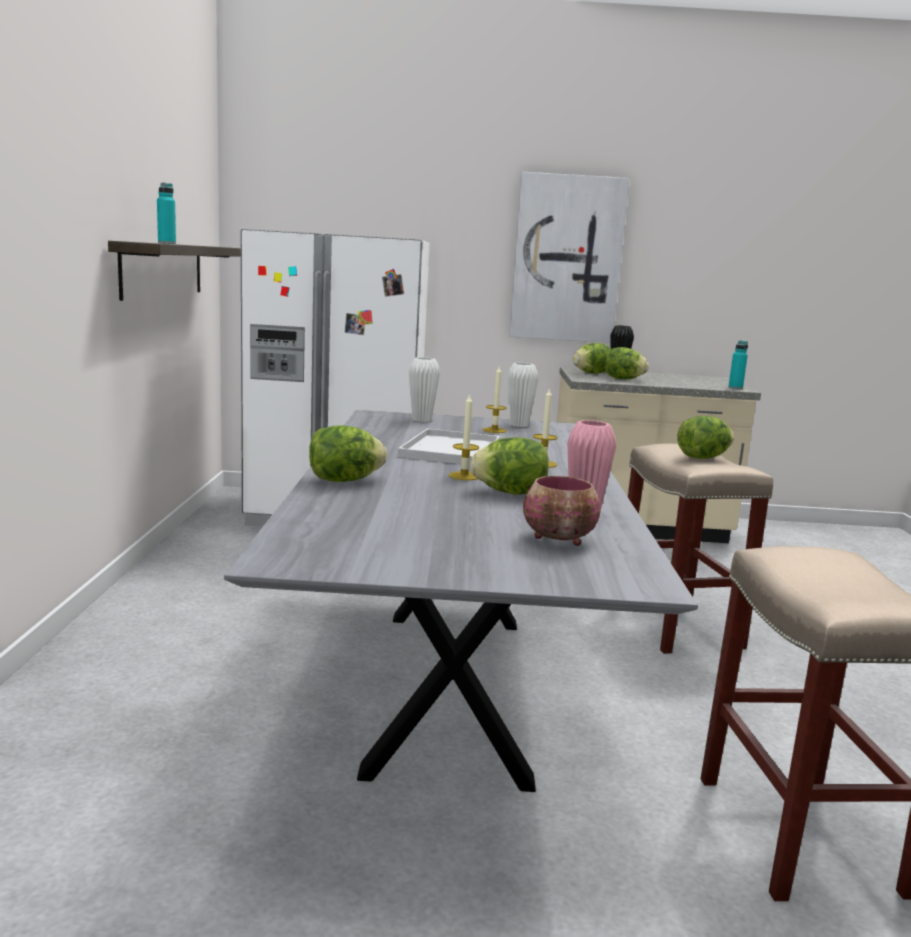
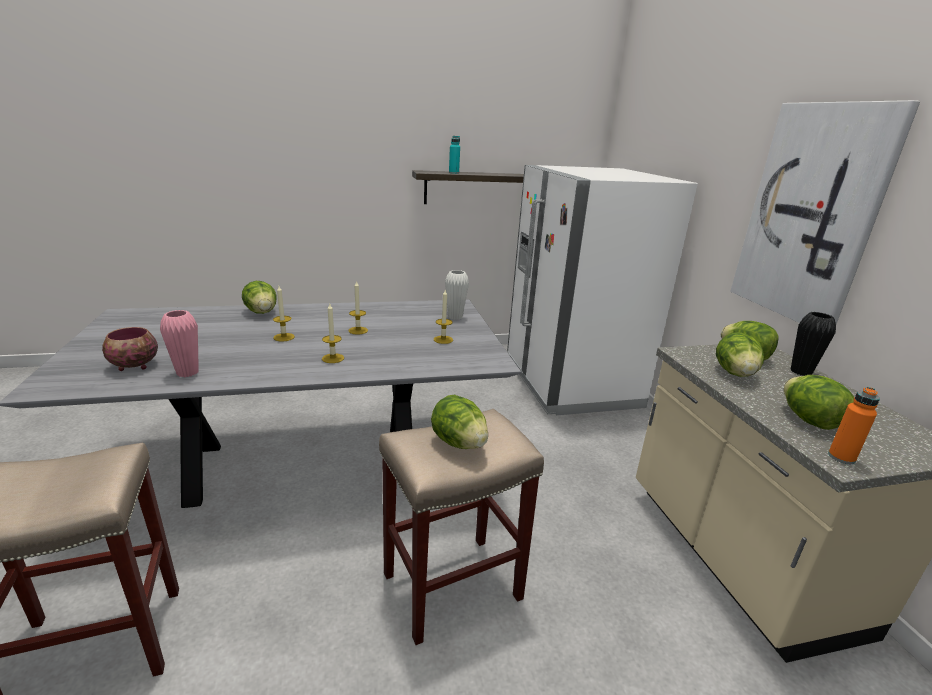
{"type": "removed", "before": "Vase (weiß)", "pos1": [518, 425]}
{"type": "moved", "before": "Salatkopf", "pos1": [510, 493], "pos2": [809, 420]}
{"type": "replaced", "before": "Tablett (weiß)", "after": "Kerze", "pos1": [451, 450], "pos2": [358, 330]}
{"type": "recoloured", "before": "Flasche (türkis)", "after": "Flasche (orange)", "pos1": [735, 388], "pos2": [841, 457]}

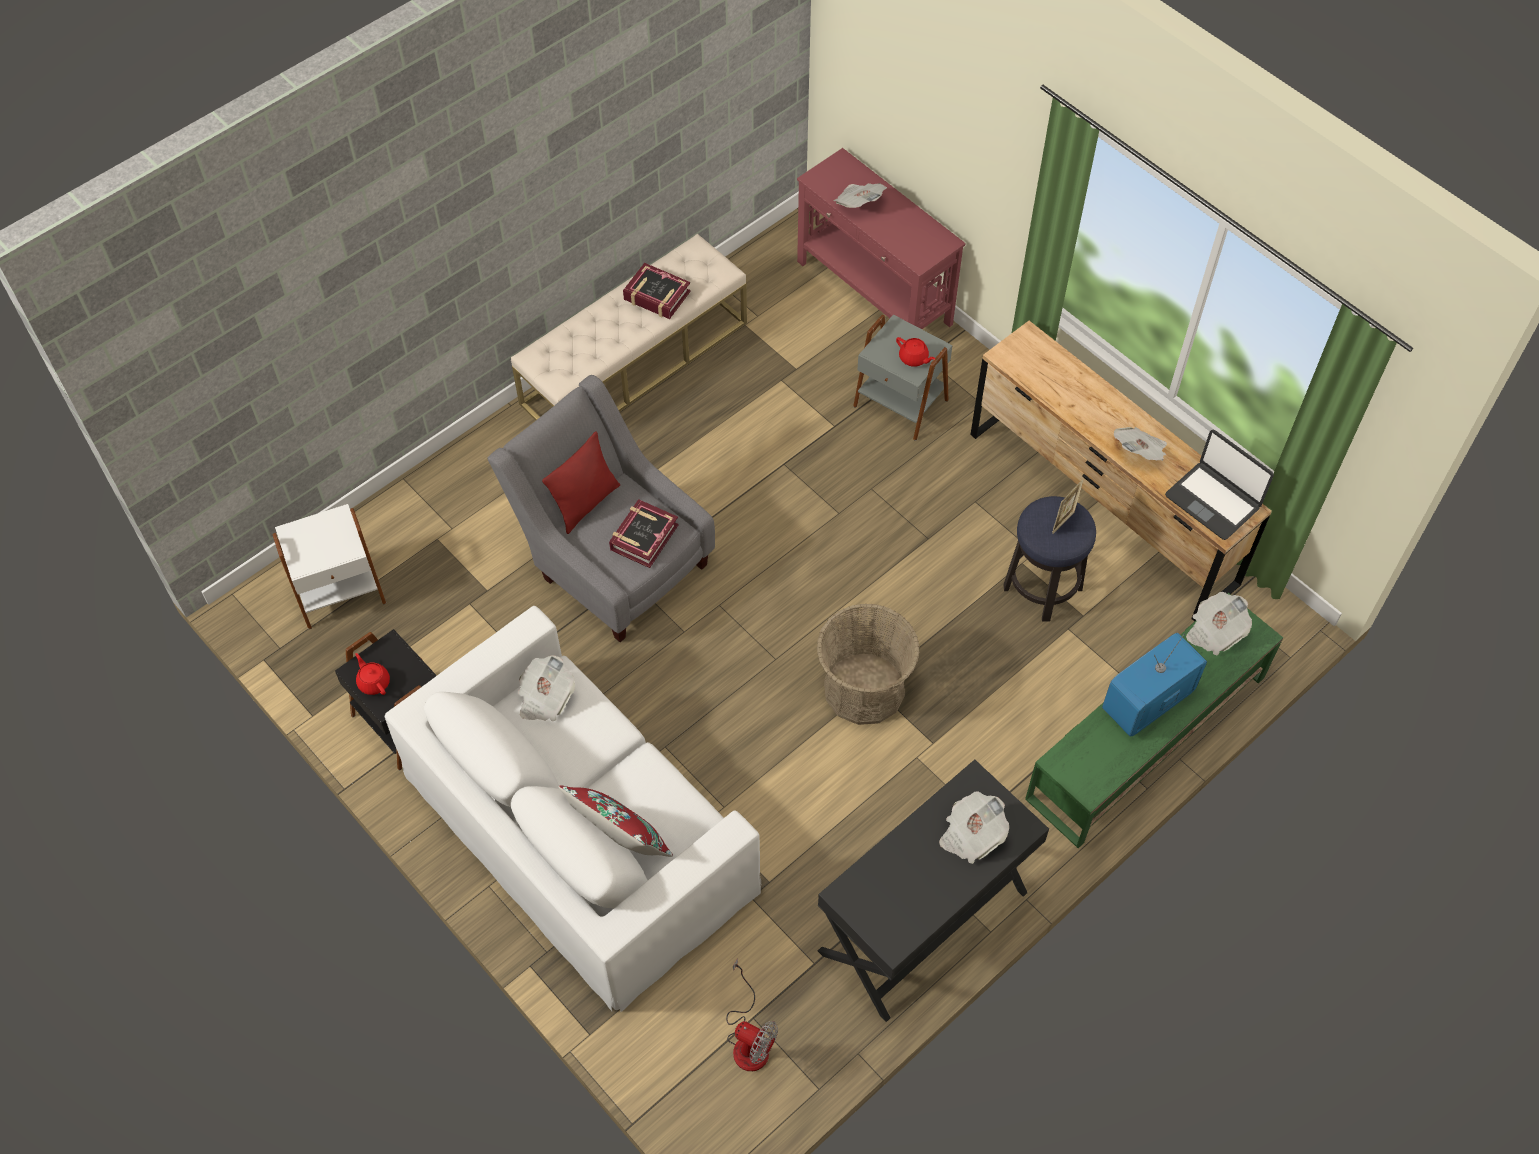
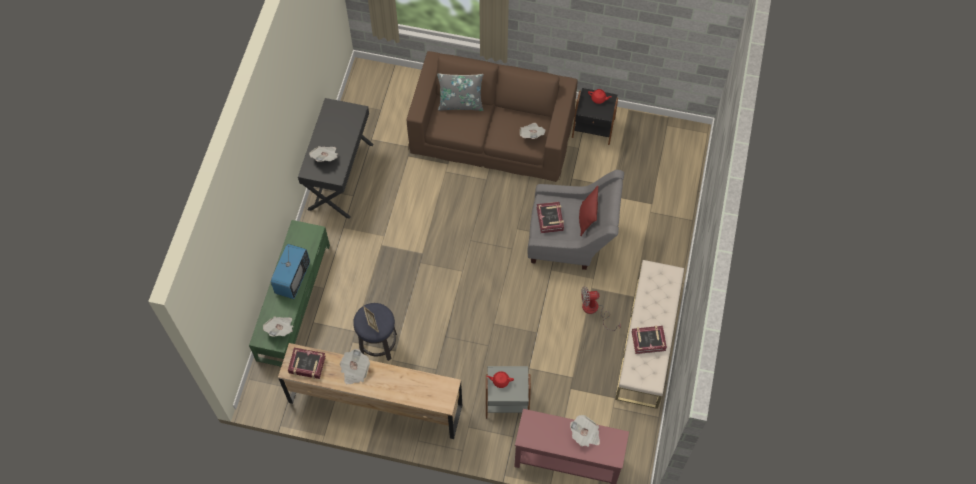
{"type": "removed", "before": "Beistelltisch (weiß)", "pos1": [339, 591]}
{"type": "removed", "before": "Korb", "pos1": [864, 689]}
{"type": "moved", "before": "Ventilator", "pos1": [749, 1039], "pos2": [594, 310]}
{"type": "replaced", "before": "Laptop", "after": "Buch", "pos1": [1213, 501], "pos2": [307, 365]}
{"type": "recoloured", "before": "Sofa (weiß)", "after": "Sofa (braun)", "pos1": [579, 830], "pos2": [492, 131]}
{"type": "recoloured", "before": "Kissen (rot)", "after": "Kissen (grau)", "pos1": [620, 841], "pos2": [460, 104]}

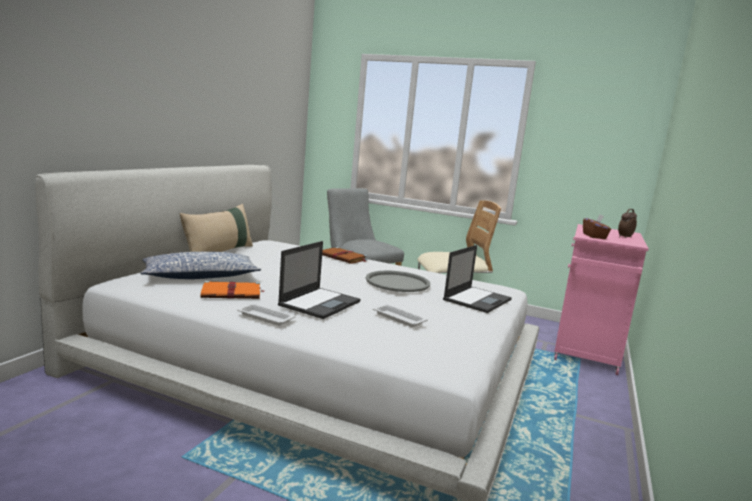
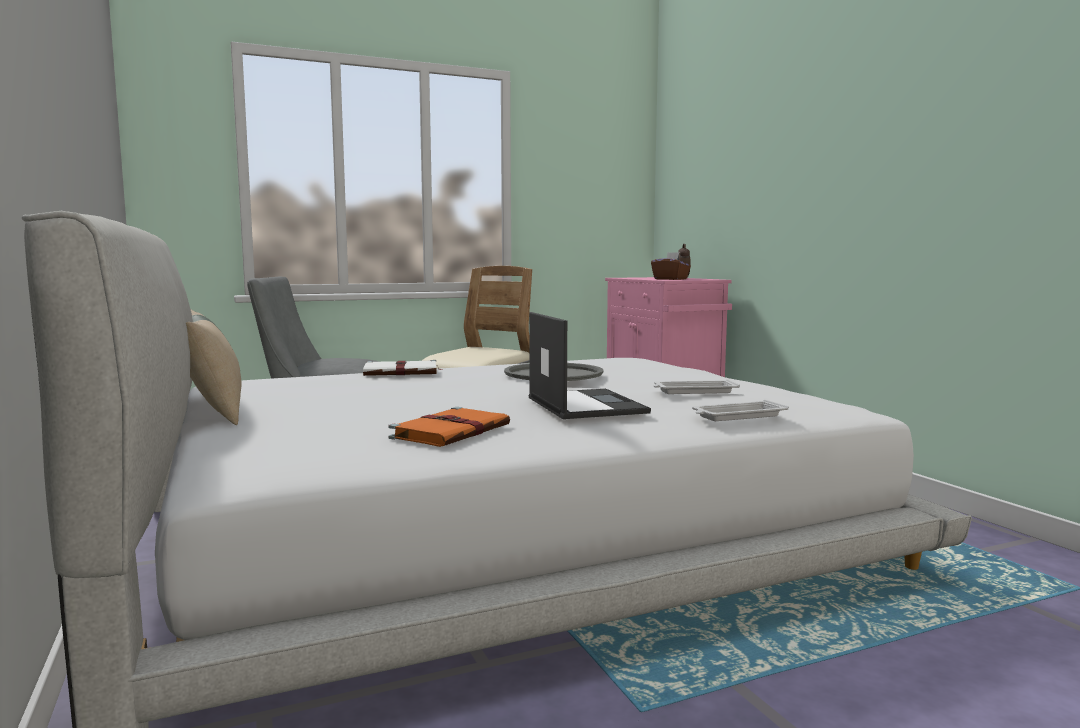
{"type": "removed", "before": "Kissen", "pos1": [200, 276]}
{"type": "removed", "before": "Laptop", "pos1": [477, 299]}
{"type": "moved", "before": "Tablett (weiß)", "pos1": [264, 317], "pos2": [737, 416]}
{"type": "recoloured", "before": "Buch (braun)", "after": "Buch (weiß)", "pos1": [343, 257], "pos2": [402, 372]}

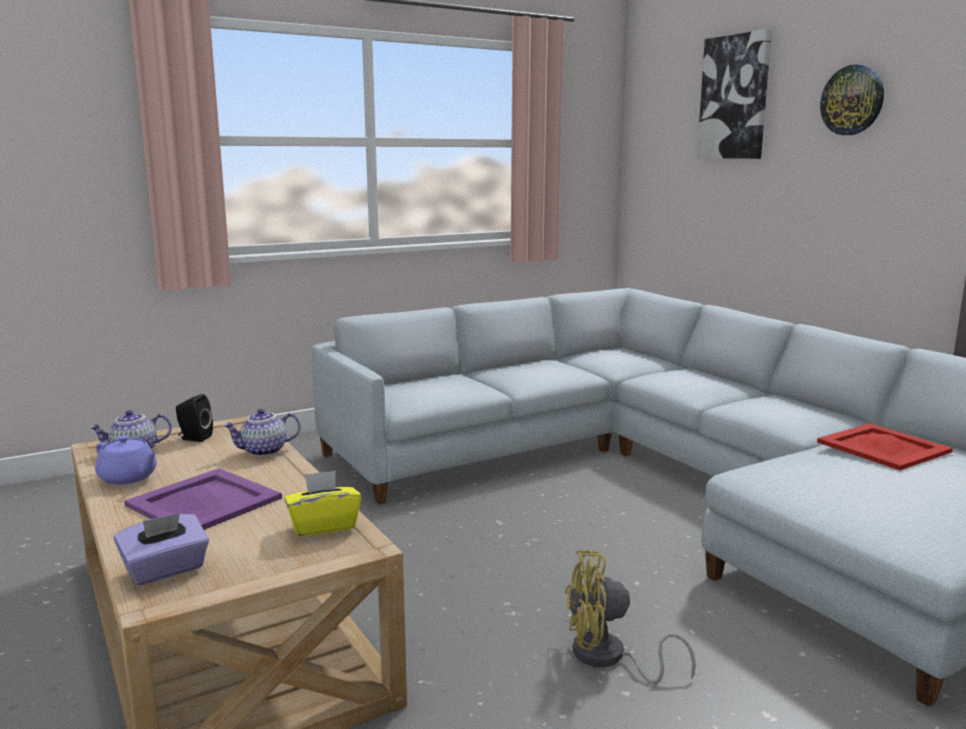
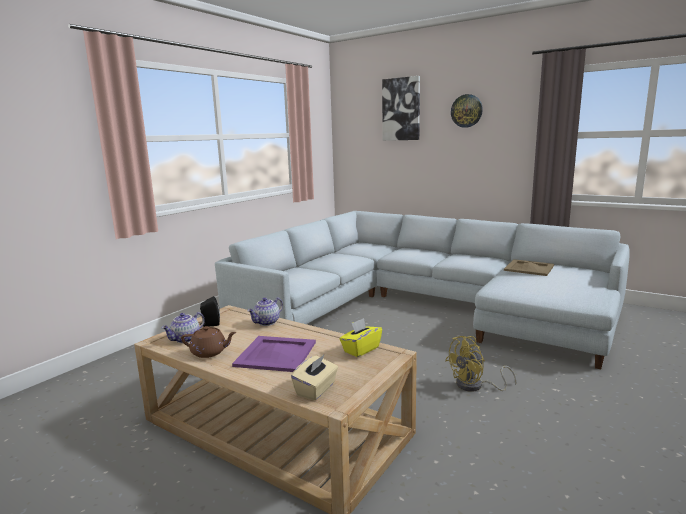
{"type": "recoloured", "before": "Teekanne (lila)", "after": "Teekanne (braun)", "pos1": [129, 478], "pos2": [210, 352]}
{"type": "recoloured", "before": "Taschentuchbox (lila)", "after": "Taschentuchbox (beige)", "pos1": [165, 570], "pos2": [316, 389]}
{"type": "recoloured", "before": "Tablett (rot)", "after": "Tablett (beige)", "pos1": [883, 446], "pos2": [528, 268]}

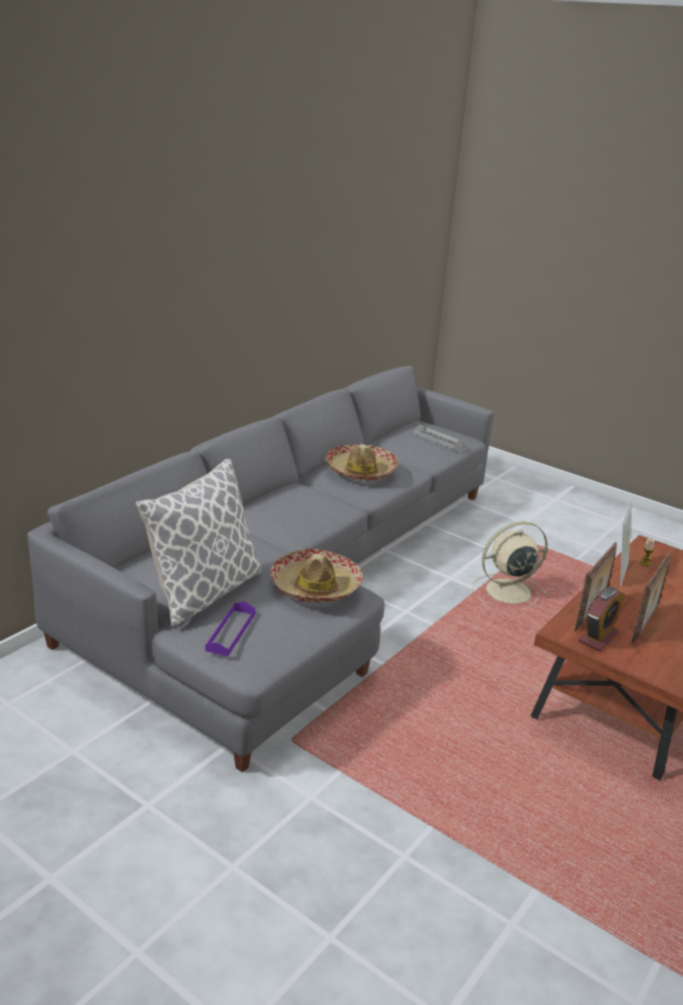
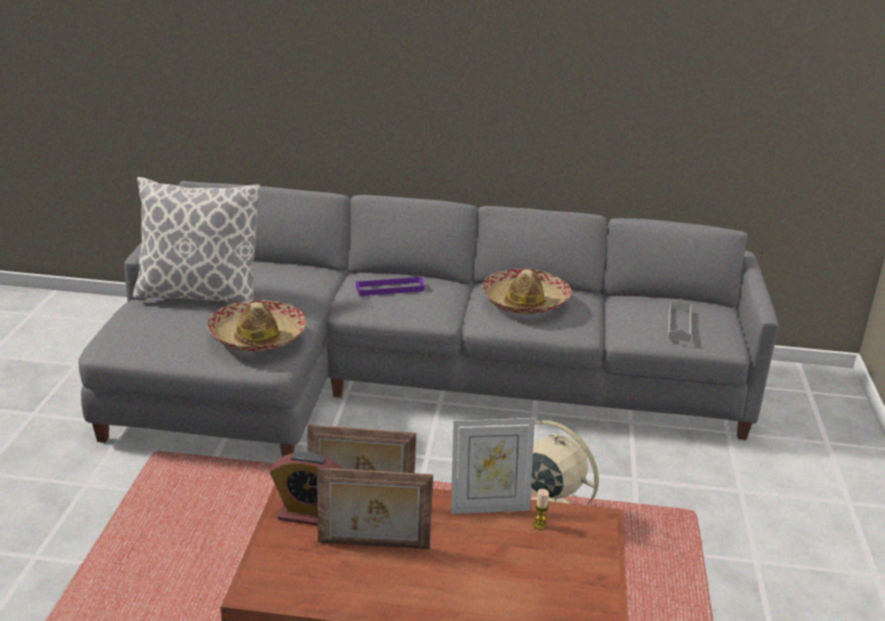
{"type": "moved", "before": "Tablett (lila)", "pos1": [231, 632], "pos2": [389, 289]}

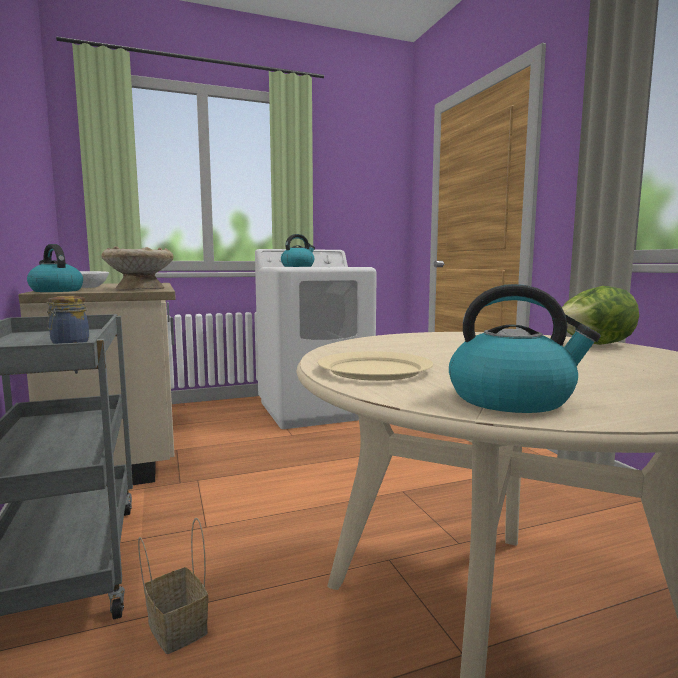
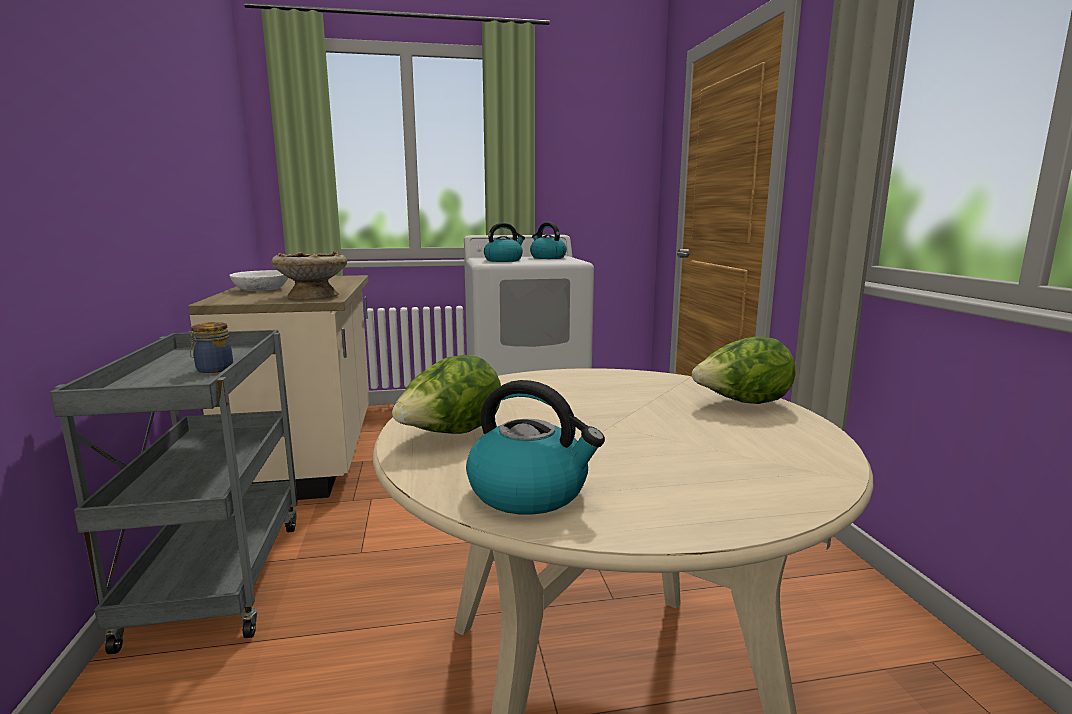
{"type": "removed", "before": "Korb", "pos1": [175, 627]}
{"type": "moved", "before": "Wasserkessel", "pos1": [56, 291], "pos2": [547, 258]}
{"type": "replaced", "before": "Teller (beige)", "after": "Salatkopf", "pos1": [375, 370], "pos2": [450, 435]}

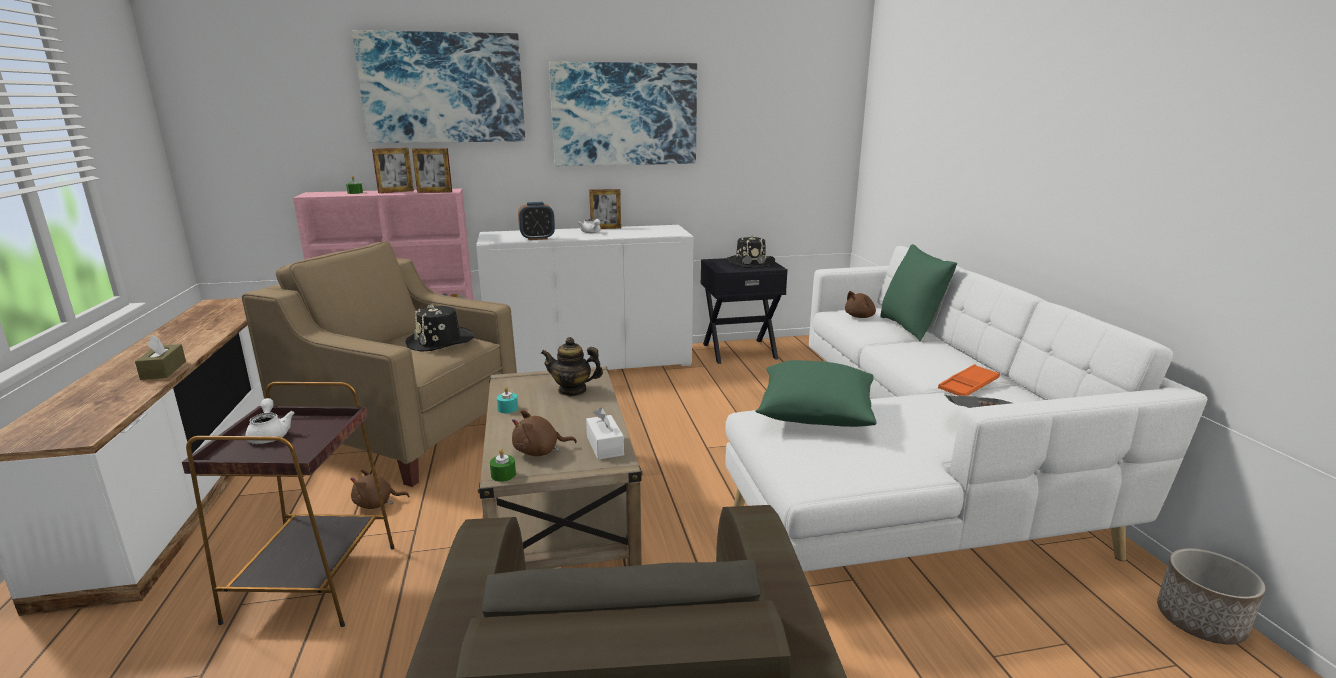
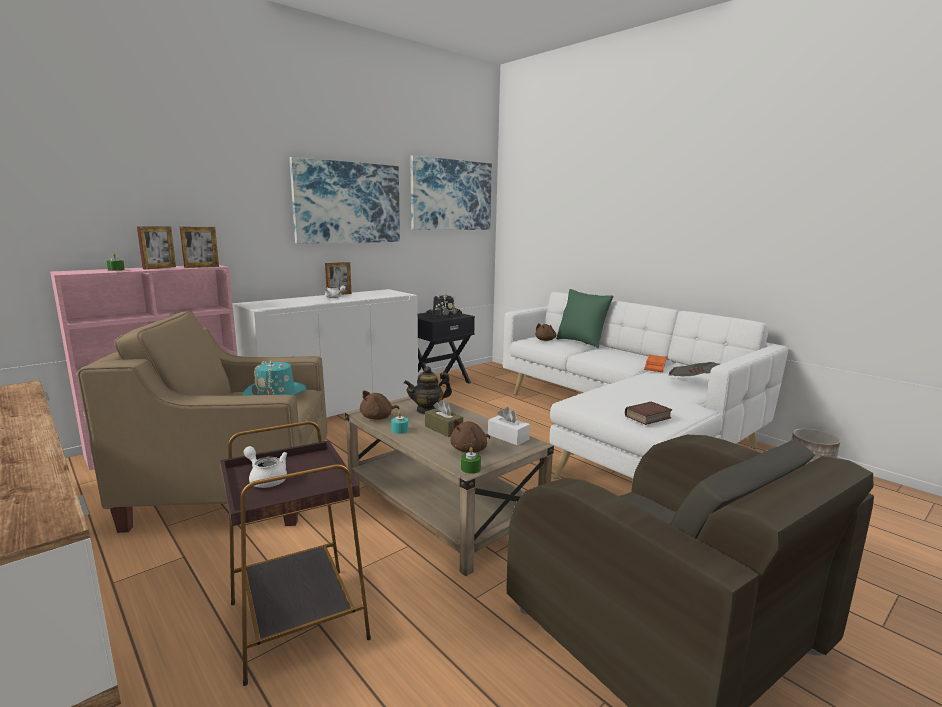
{"type": "removed", "before": "Wecker", "pos1": [537, 238]}
{"type": "removed", "before": "Kissen (grün)", "pos1": [815, 415]}
{"type": "added", "after": "Buch", "pos2": [648, 417]}
{"type": "moved", "before": "Taschentuchbox (braun)", "pos1": [163, 370], "pos2": [443, 429]}
{"type": "moved", "before": "Plüschtier (braun)", "pos1": [376, 504], "pos2": [378, 418]}
{"type": "moved", "before": "Bild", "pos1": [443, 88], "pos2": [451, 195]}
{"type": "recoloured", "before": "Hut (schwarz)", "after": "Hut (türkis)", "pos1": [440, 341], "pos2": [276, 394]}

